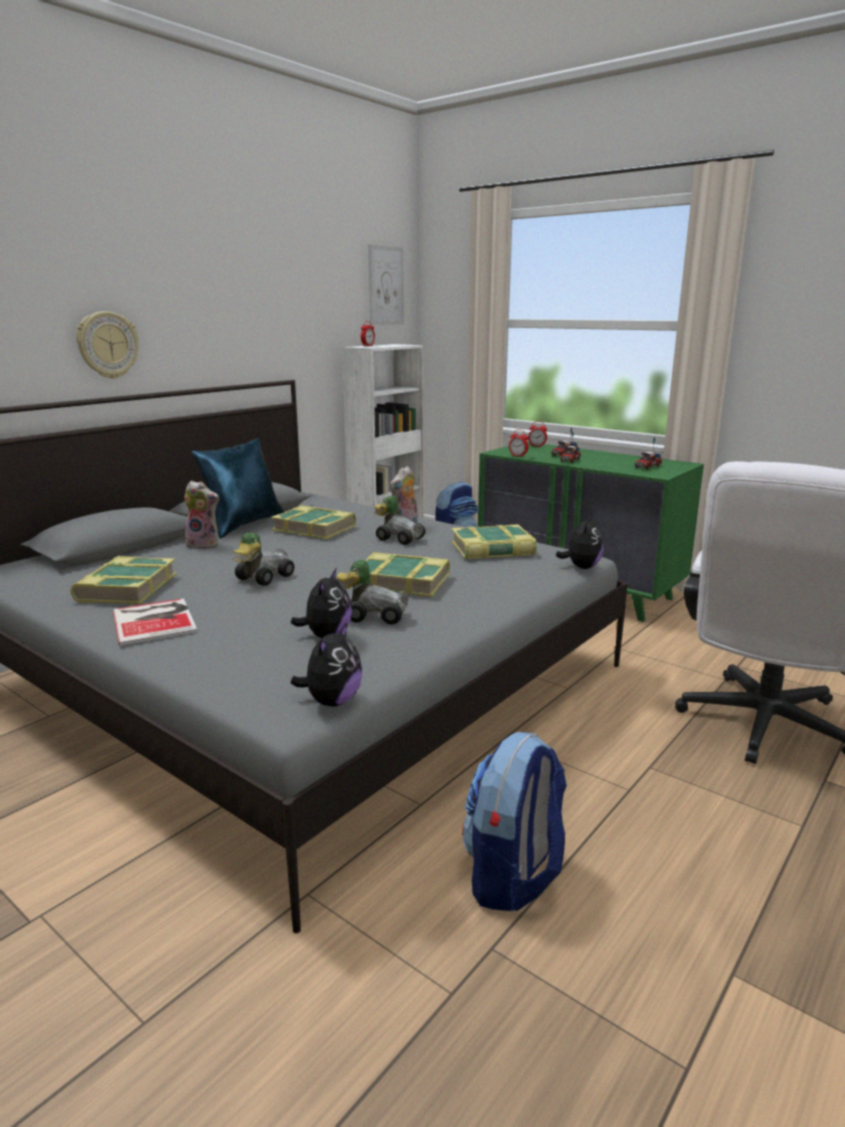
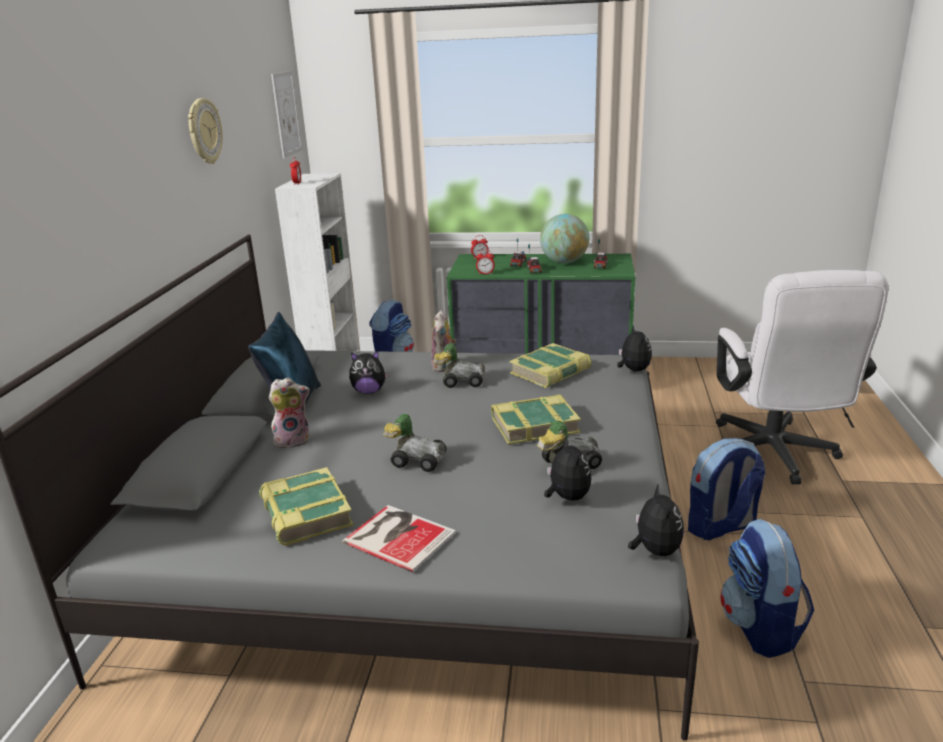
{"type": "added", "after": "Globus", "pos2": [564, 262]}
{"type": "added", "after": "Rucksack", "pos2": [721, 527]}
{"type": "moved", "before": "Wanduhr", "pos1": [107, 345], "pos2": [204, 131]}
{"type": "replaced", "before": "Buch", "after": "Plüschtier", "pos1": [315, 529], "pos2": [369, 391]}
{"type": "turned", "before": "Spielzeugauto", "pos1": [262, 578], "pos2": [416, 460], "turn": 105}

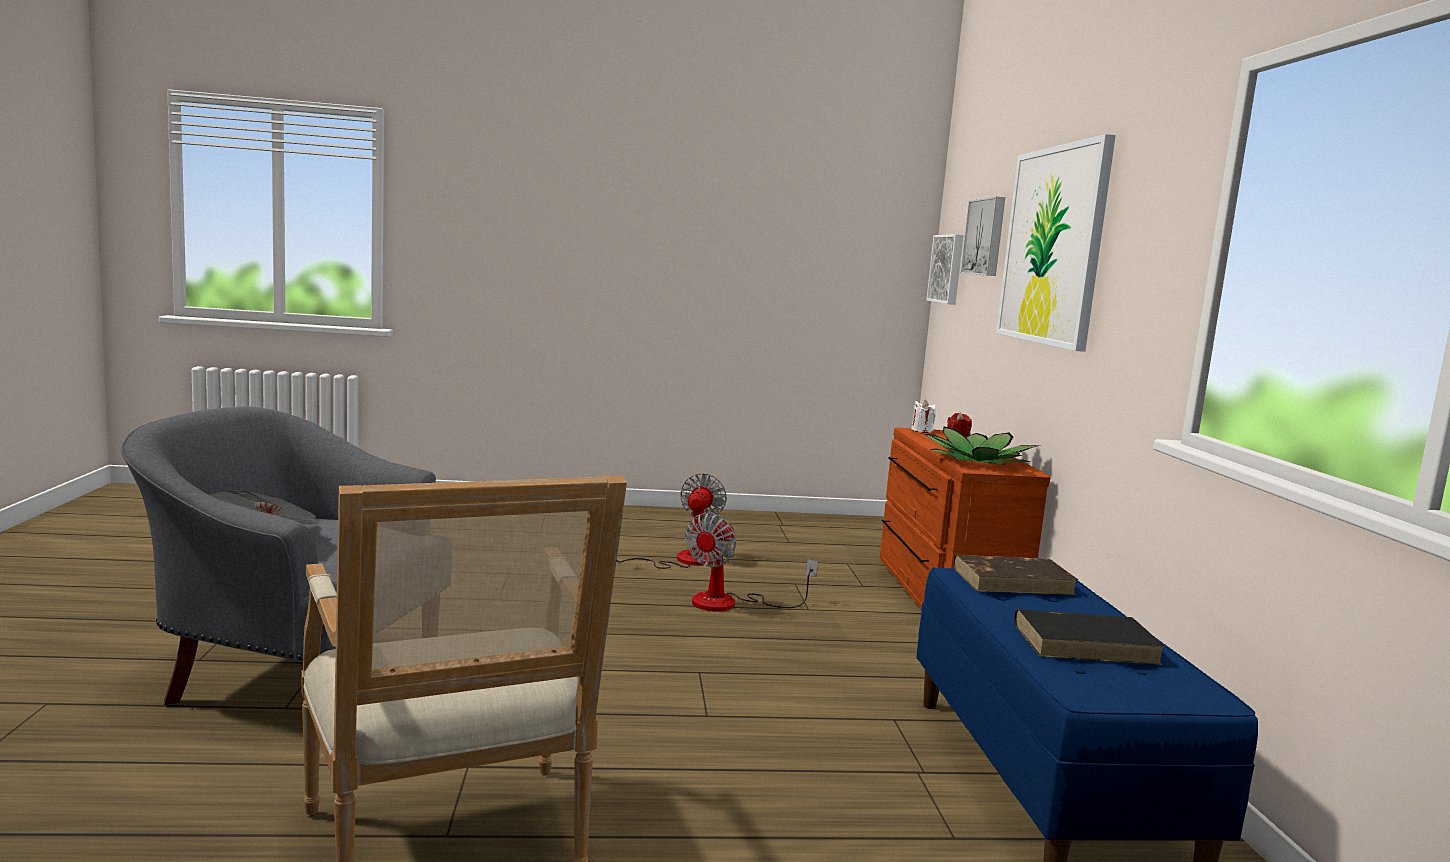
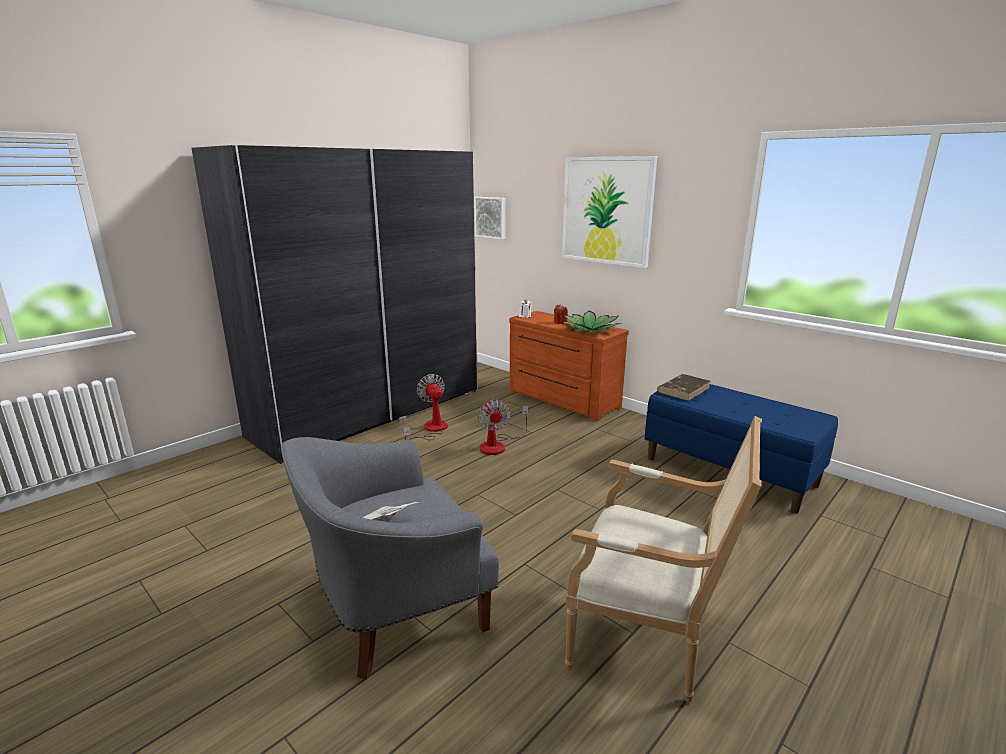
{"type": "removed", "before": "Bild", "pos1": [986, 237]}
{"type": "removed", "before": "Buch (schwarz)", "pos1": [1086, 643]}
{"type": "added", "after": "Kleiderschrank (grau)", "pos2": [370, 412]}

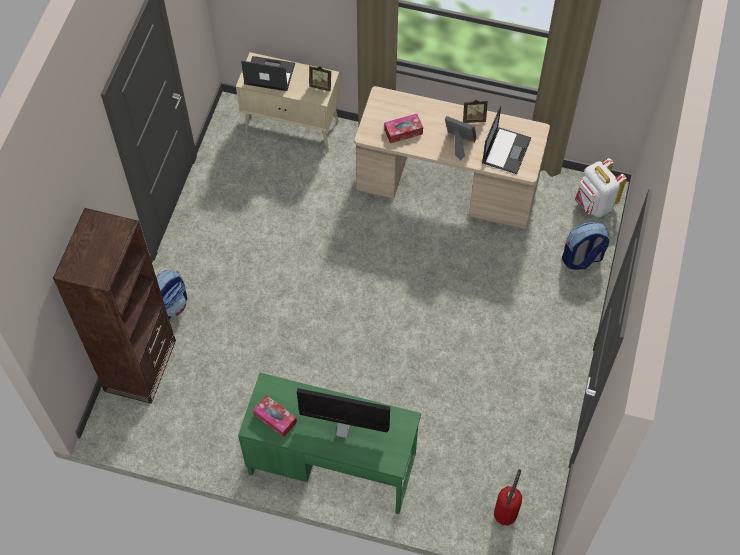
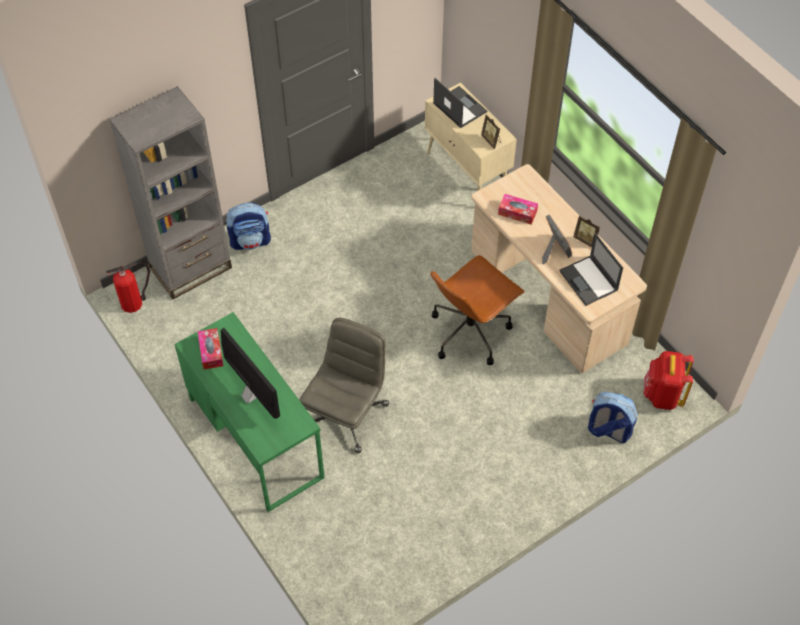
{"type": "added", "after": "Bürostuhl (grau)", "pos2": [346, 415]}
{"type": "added", "after": "Bürostuhl (braun)", "pos2": [470, 331]}
{"type": "moved", "before": "Feuerlöscher", "pos1": [506, 511], "pos2": [133, 302]}
{"type": "recoloured", "before": "Bücherregal (braun)", "after": "Bücherregal (grau)", "pos1": [140, 365], "pos2": [191, 268]}
{"type": "recoloured", "before": "Rucksack (weiß)", "after": "Rucksack (rot)", "pos1": [594, 204], "pos2": [662, 395]}
{"type": "turned", "before": "Laptop", "pos1": [506, 150], "pos2": [589, 281], "turn": 90}

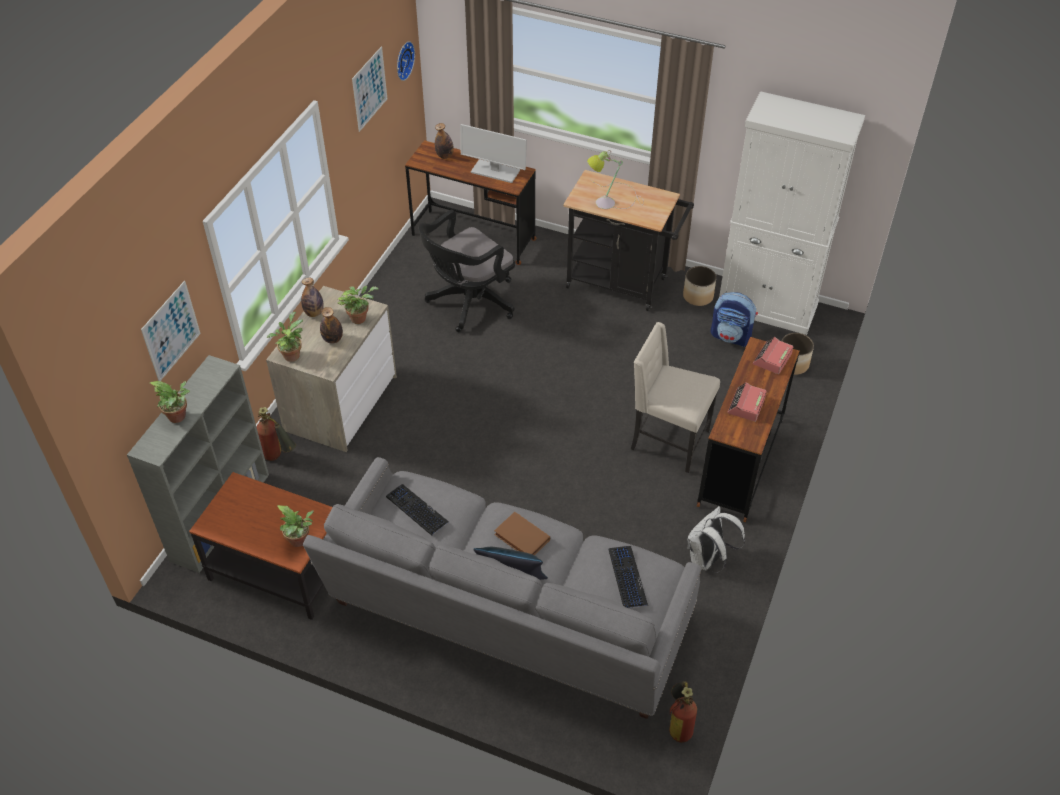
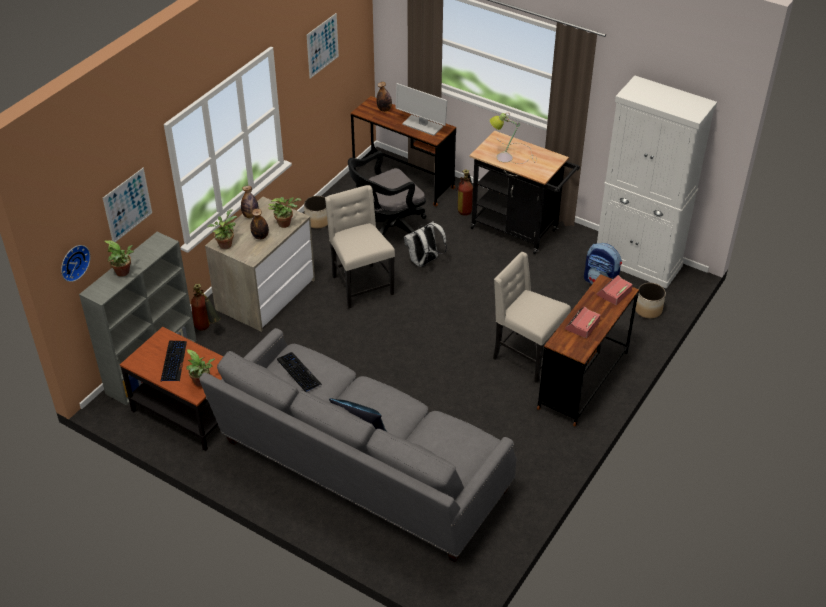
{"type": "removed", "before": "Buch (braun)", "pos1": [521, 538]}
{"type": "added", "after": "Stuhl (beige)", "pos2": [361, 285]}
{"type": "moved", "before": "Wanduhr", "pos1": [403, 60], "pos2": [73, 262]}
{"type": "moved", "before": "Tastatur", "pos1": [627, 577], "pos2": [173, 361]}
{"type": "moved", "before": "Feuerlöscher", "pos1": [679, 723], "pos2": [465, 208]}
{"type": "moved", "before": "Pflanzkübel", "pos1": [698, 296], "pos2": [318, 221]}
{"type": "moved", "before": "Rucksack (weiß)", "pos1": [708, 559], "pos2": [424, 262]}

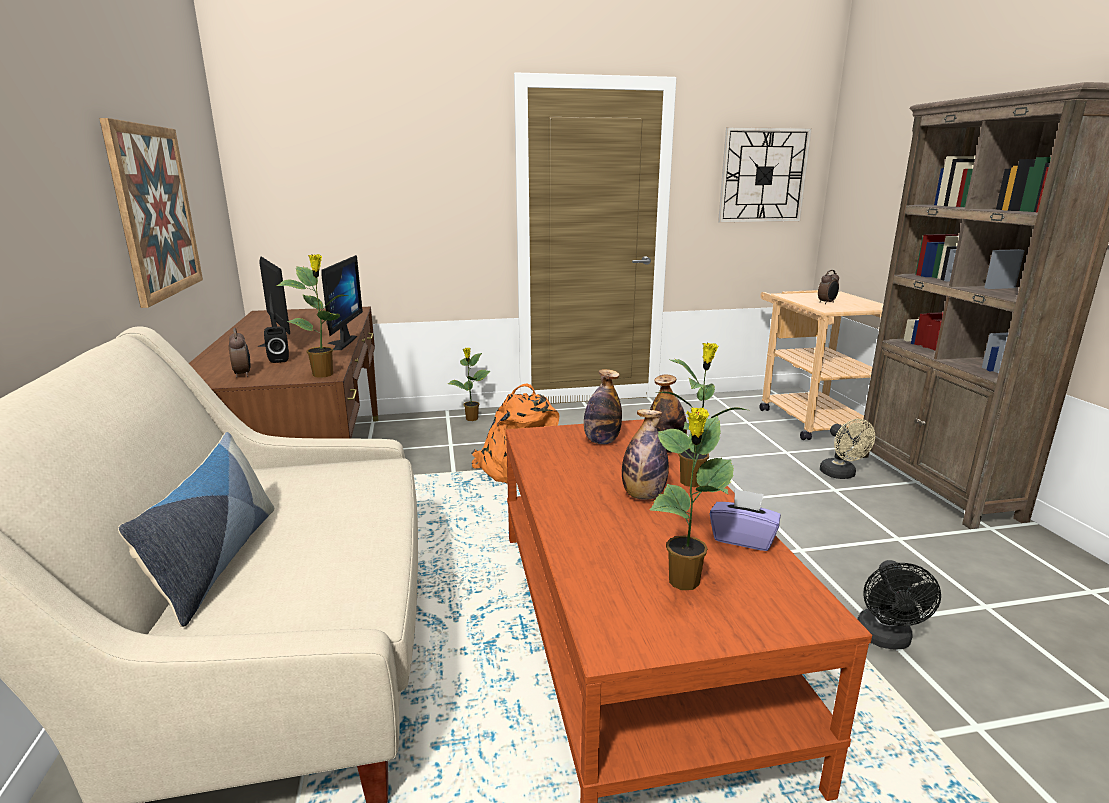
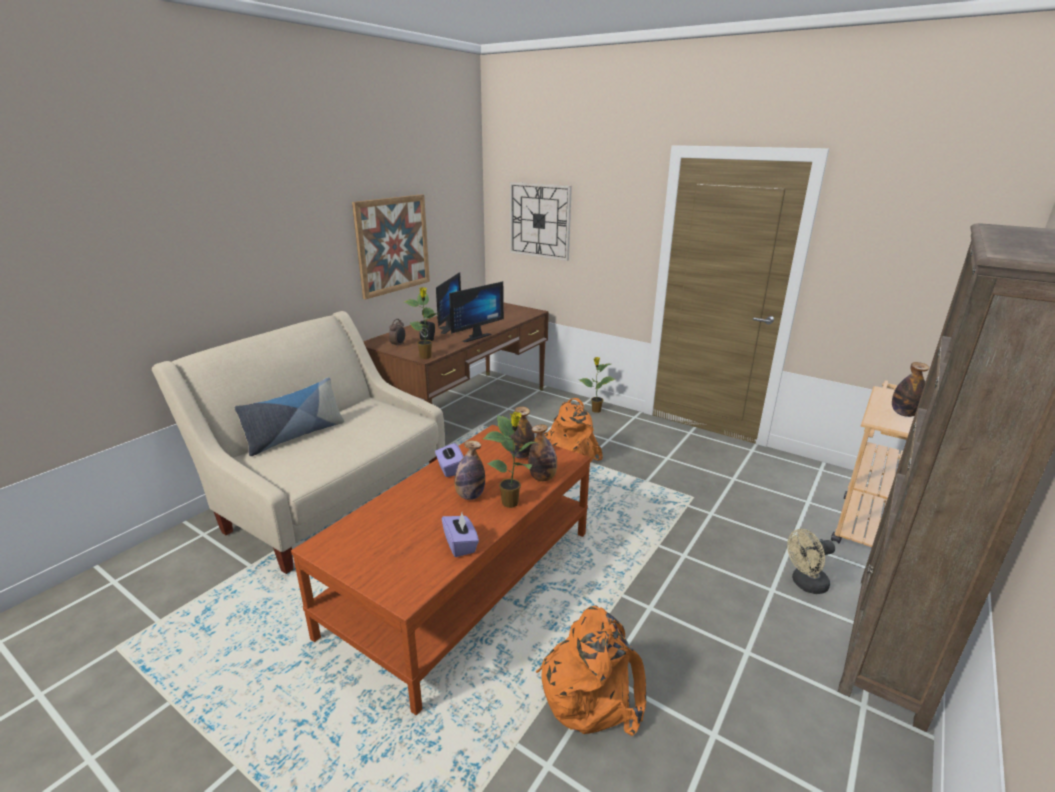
{"type": "removed", "before": "Topfpflanze", "pos1": [684, 582]}
{"type": "added", "after": "Taschentuchbox (lila)", "pos2": [450, 469]}
{"type": "moved", "before": "Wanduhr", "pos1": [763, 175], "pos2": [539, 221]}
{"type": "replaced", "before": "Wecker", "after": "Flasche", "pos1": [827, 303], "pos2": [904, 414]}
{"type": "replaced", "before": "Ventilator (schwarz)", "after": "Rucksack (orange)", "pos1": [886, 640], "pos2": [592, 689]}
{"type": "turned", "before": "Ventilator (beige)", "pos1": [841, 475], "pos2": [805, 584], "turn": 45}

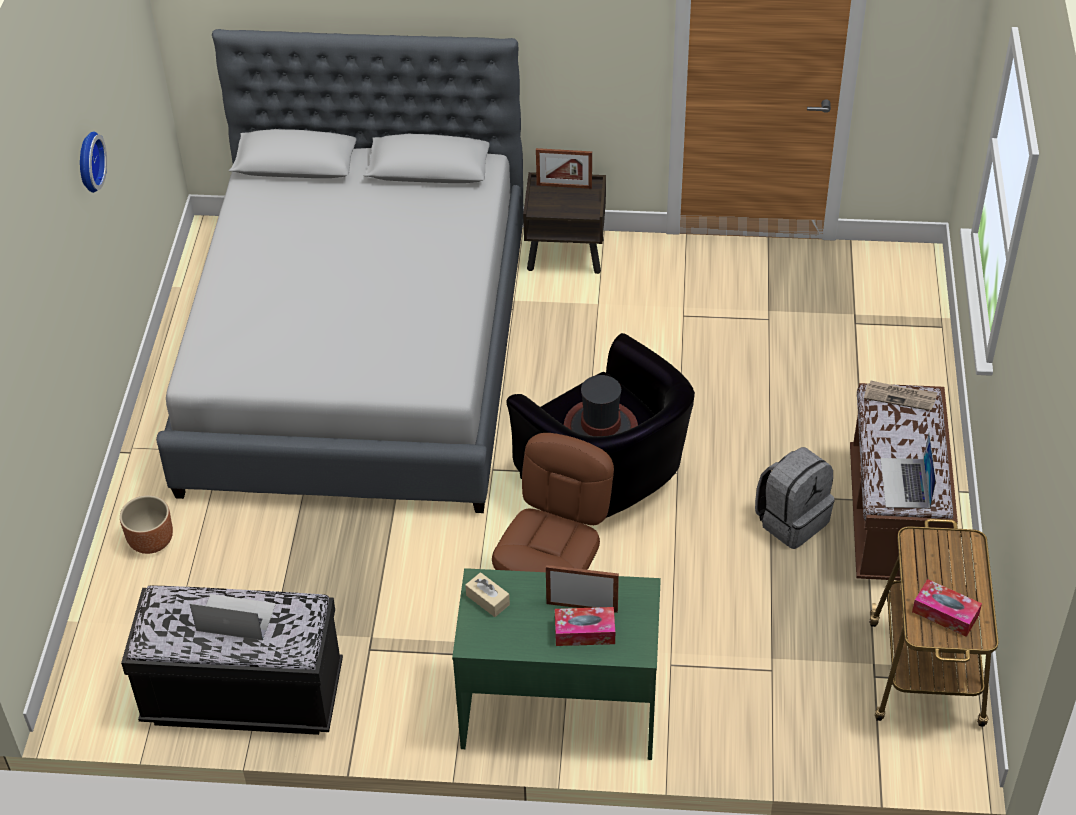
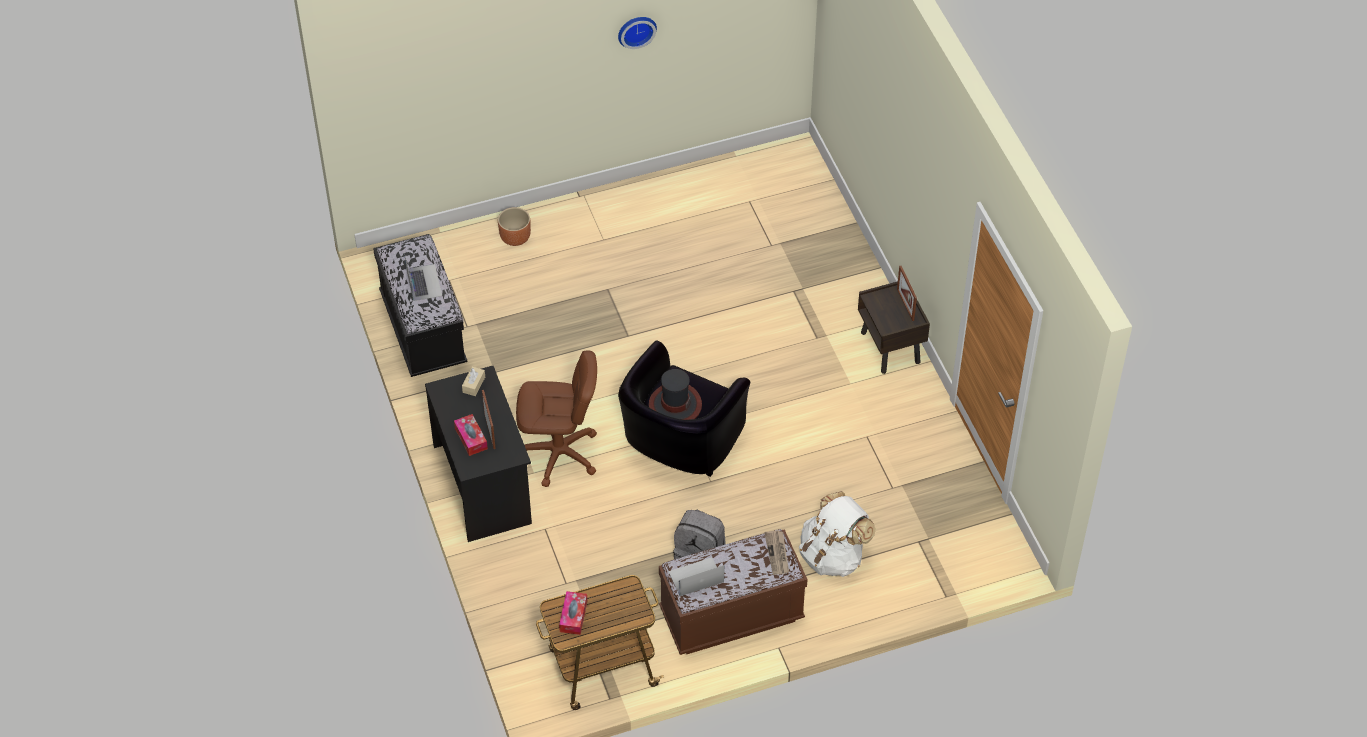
{"type": "removed", "before": "Bett (grau)", "pos1": [359, 358]}
{"type": "added", "after": "Rucksack (weiß)", "pos2": [833, 556]}
{"type": "recoloured", "before": "Schreibtisch (grün)", "after": "Schreibtisch (schwarz)", "pos1": [559, 710], "pos2": [483, 483]}

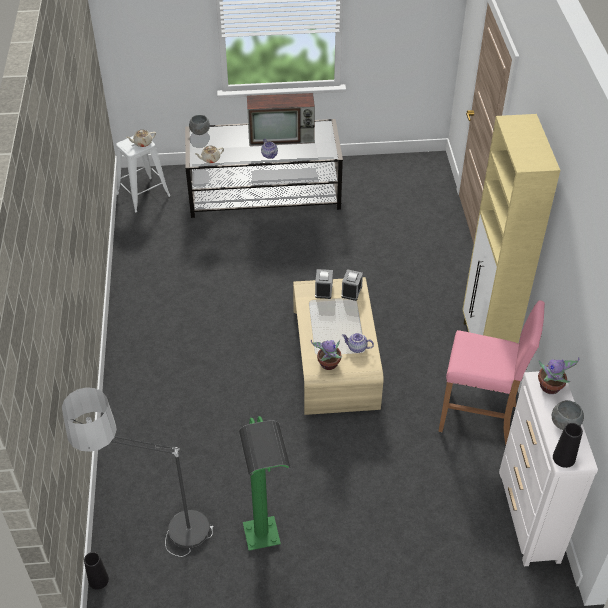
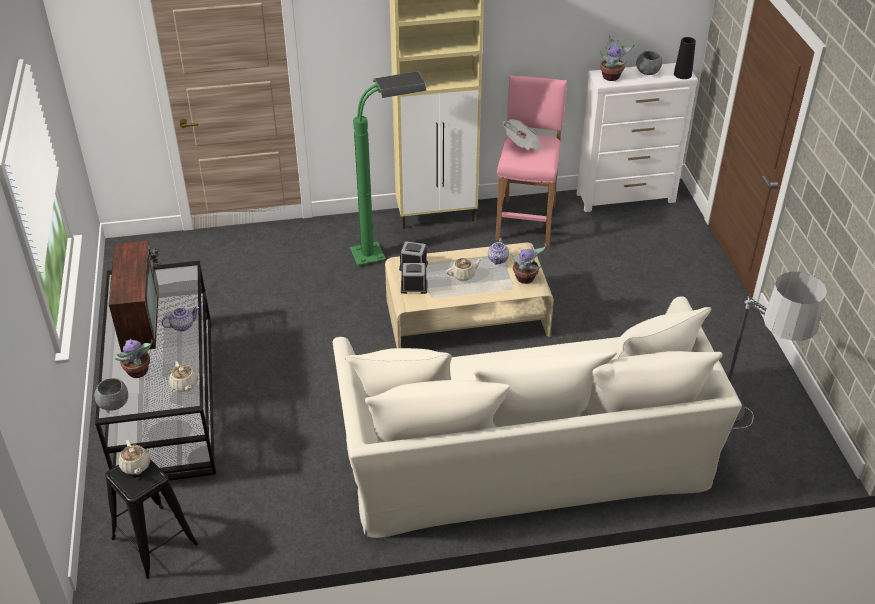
{"type": "removed", "before": "Vase (schwarz)", "pos1": [98, 580]}
{"type": "added", "after": "Topfpflanze", "pos2": [138, 372]}
{"type": "added", "after": "Sofa (beige)", "pos2": [523, 450]}
{"type": "added", "after": "Teekanne (beige)", "pos2": [463, 275]}
{"type": "added", "after": "Zeitung", "pos2": [522, 145]}
{"type": "moved", "before": "Stehlampe (grün)", "pos1": [267, 555], "pos2": [387, 251]}
{"type": "recoloured", "before": "Hocker (weiß)", "after": "Hocker (schwarz)", "pos1": [143, 195], "pos2": [155, 541]}

